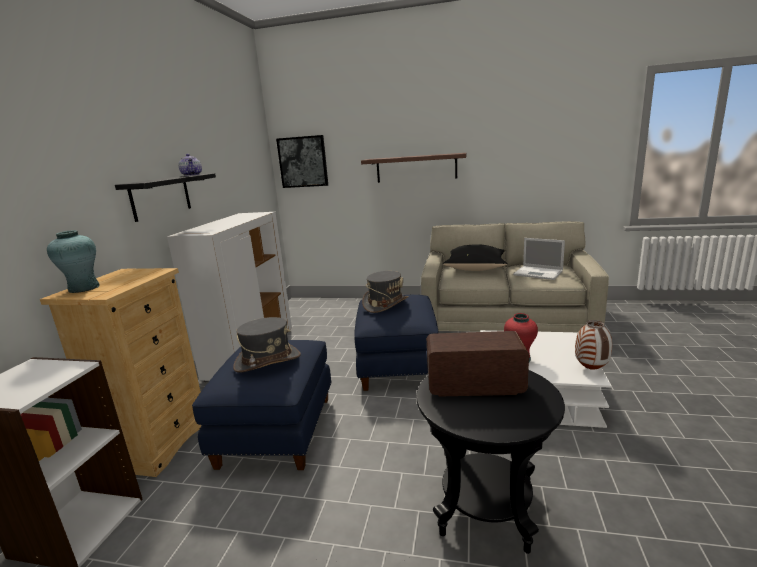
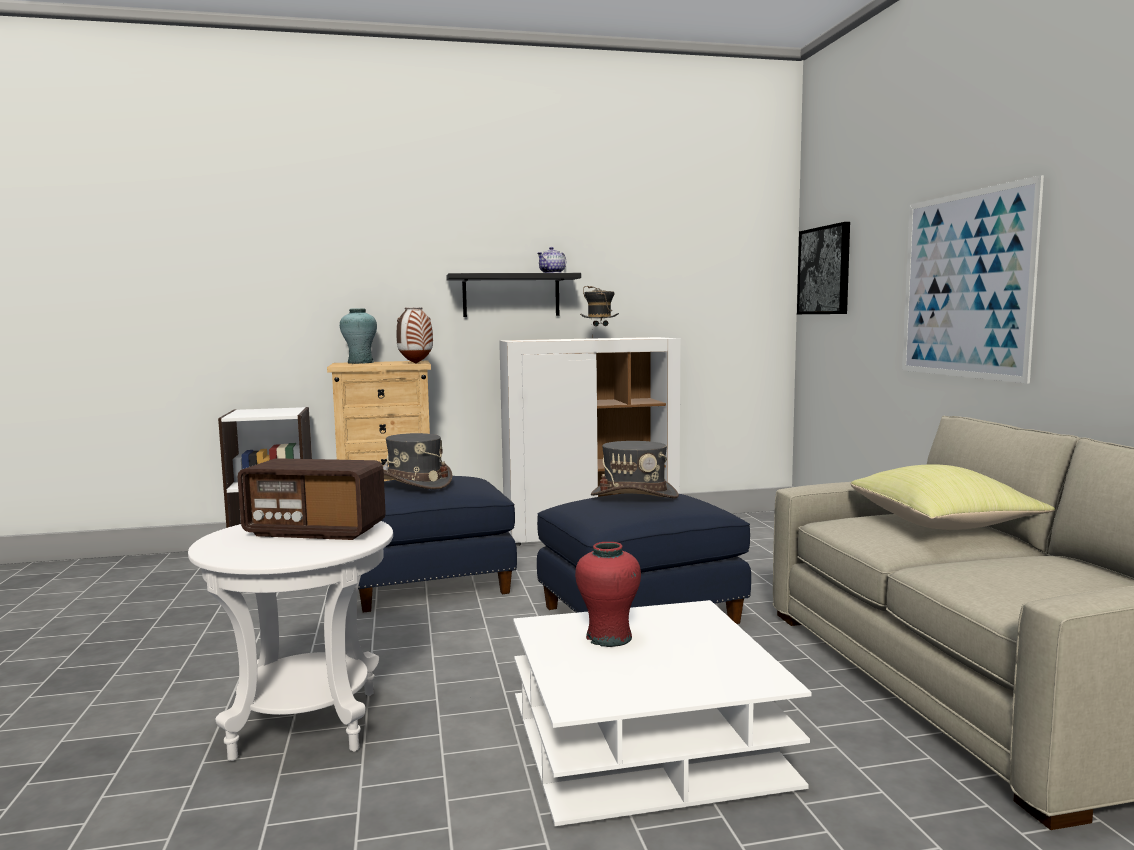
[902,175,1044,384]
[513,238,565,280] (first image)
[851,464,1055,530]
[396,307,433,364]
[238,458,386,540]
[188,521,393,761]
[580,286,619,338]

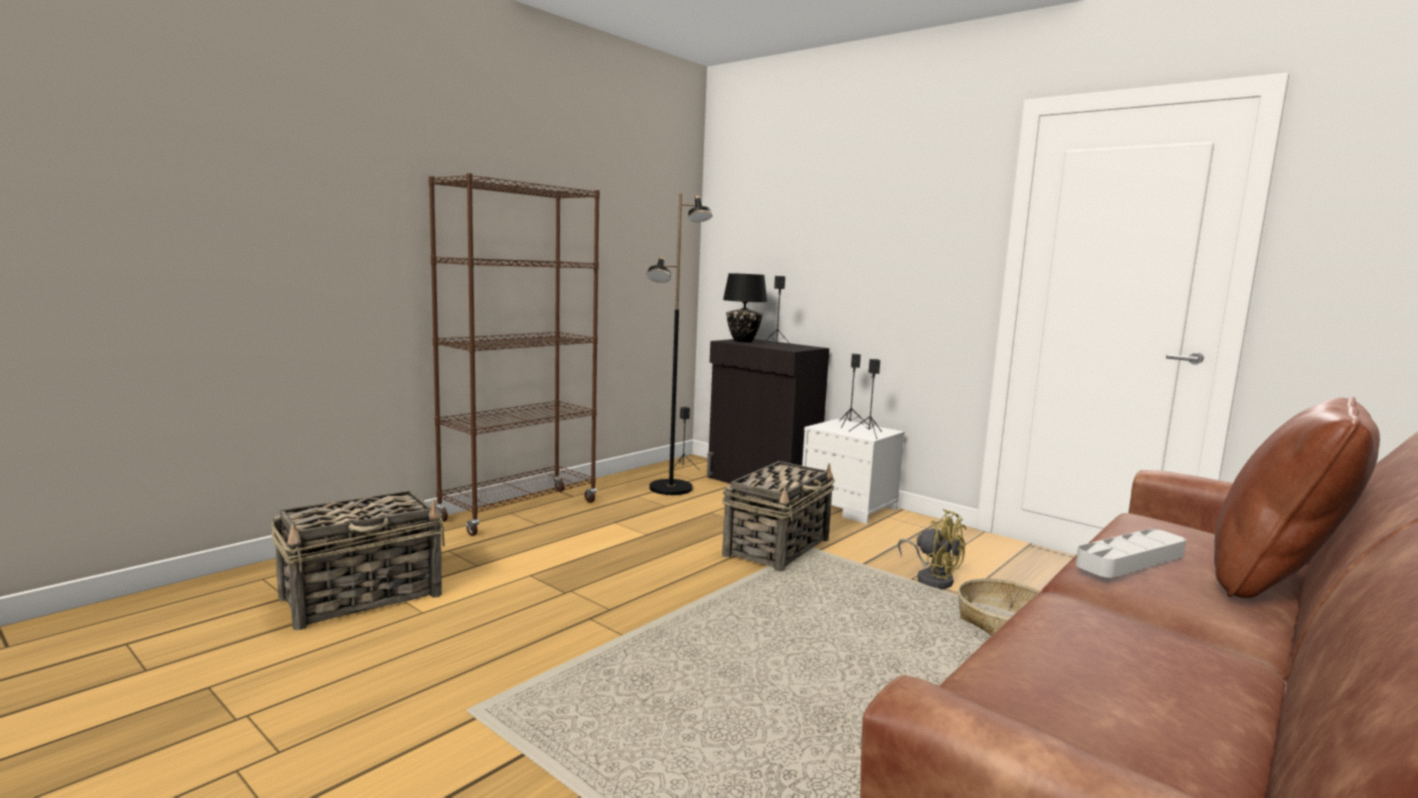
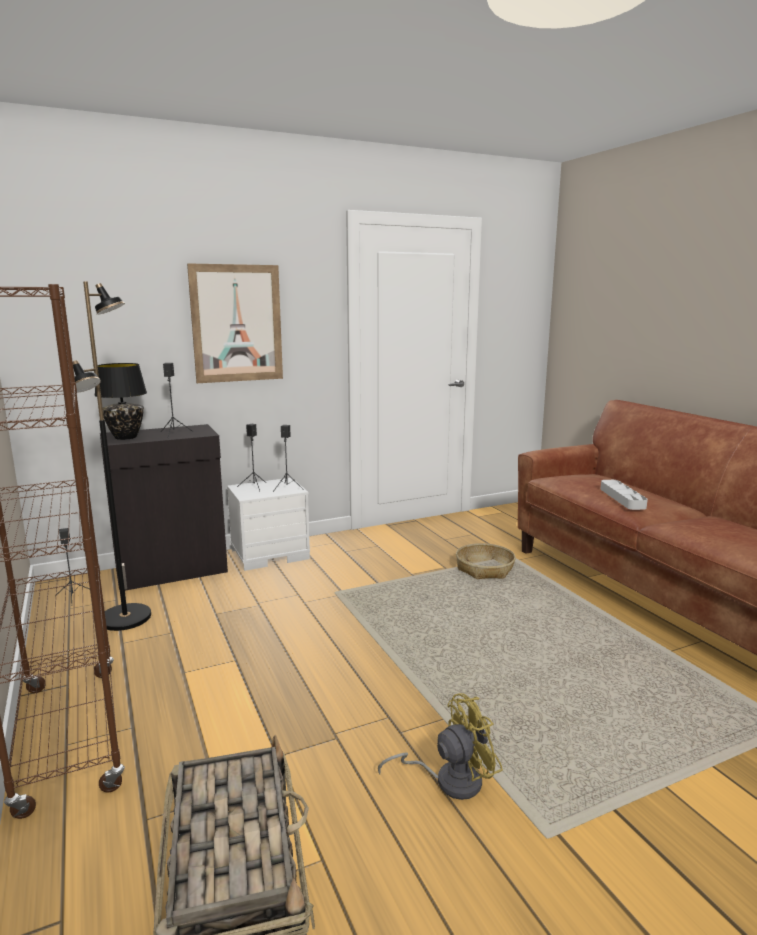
[1214,397,1380,598] (first image)
[722,461,835,571] (first image)
[378,693,503,800]
[187,263,283,383]

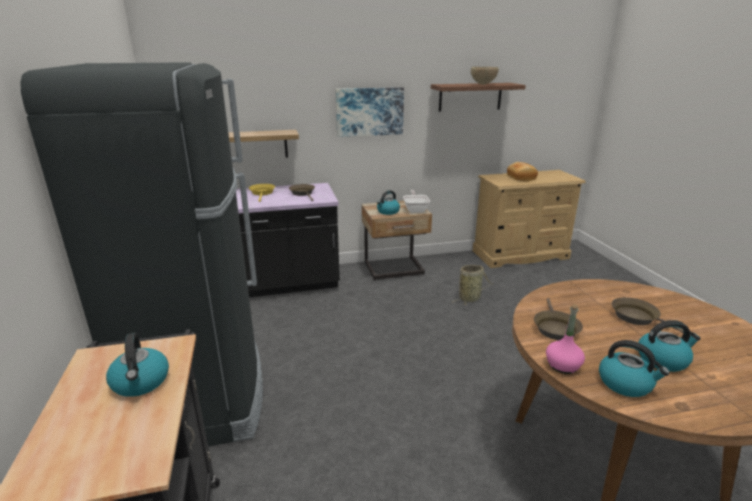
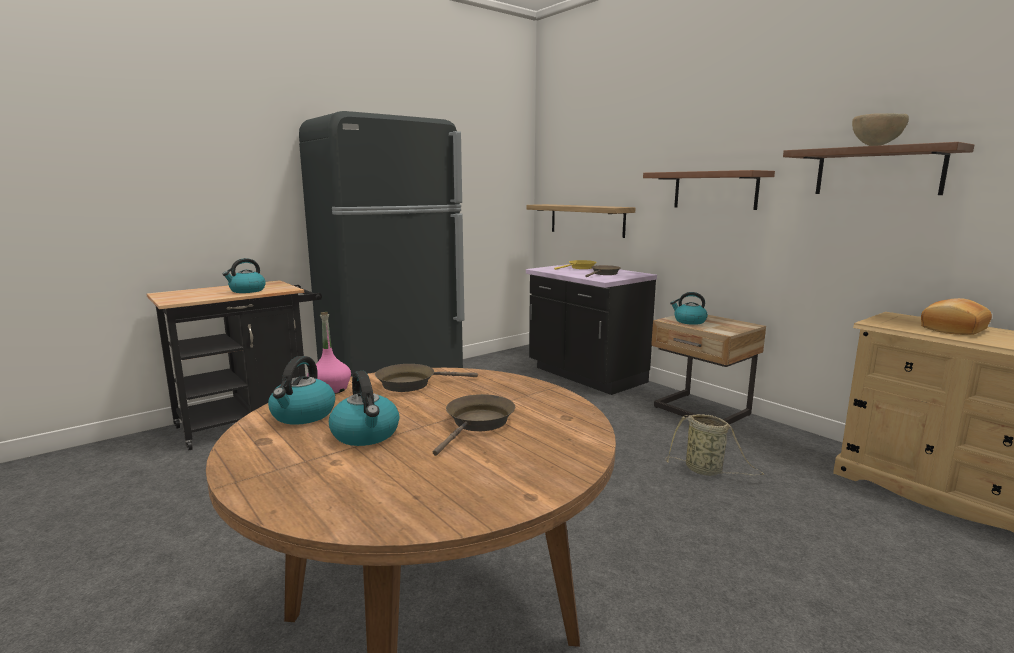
[643,170,775,210]
[403,190,430,213] (first image)

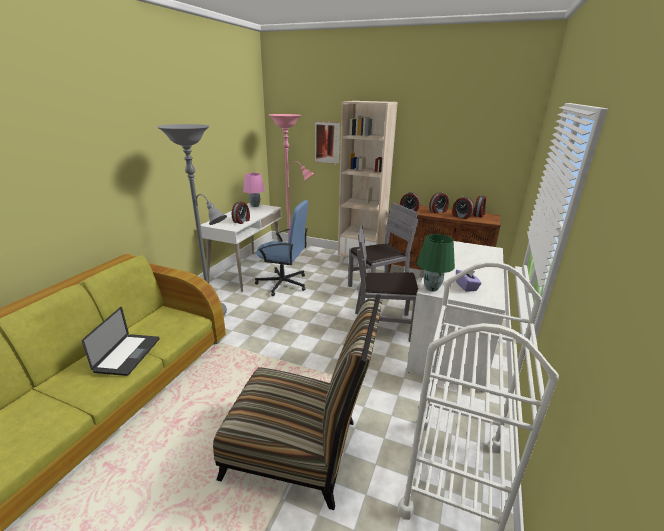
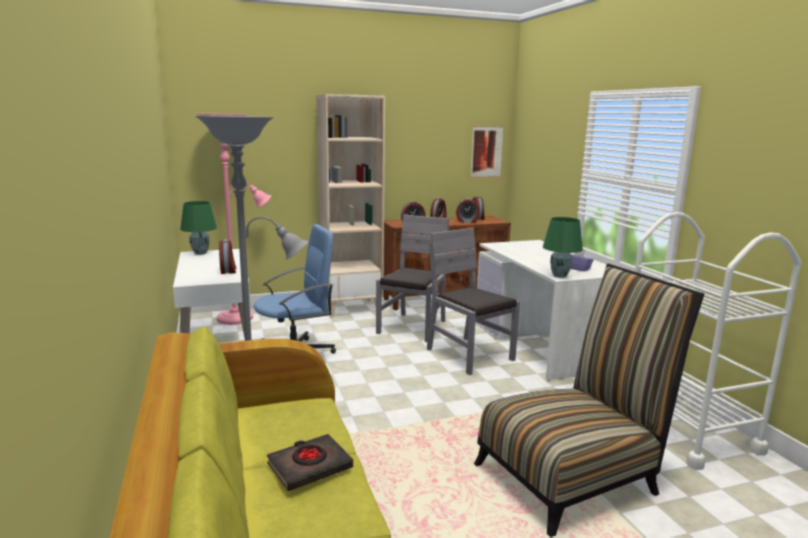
[471,126,504,178]
[180,201,217,255]
[427,228,520,375]
[267,434,353,491]

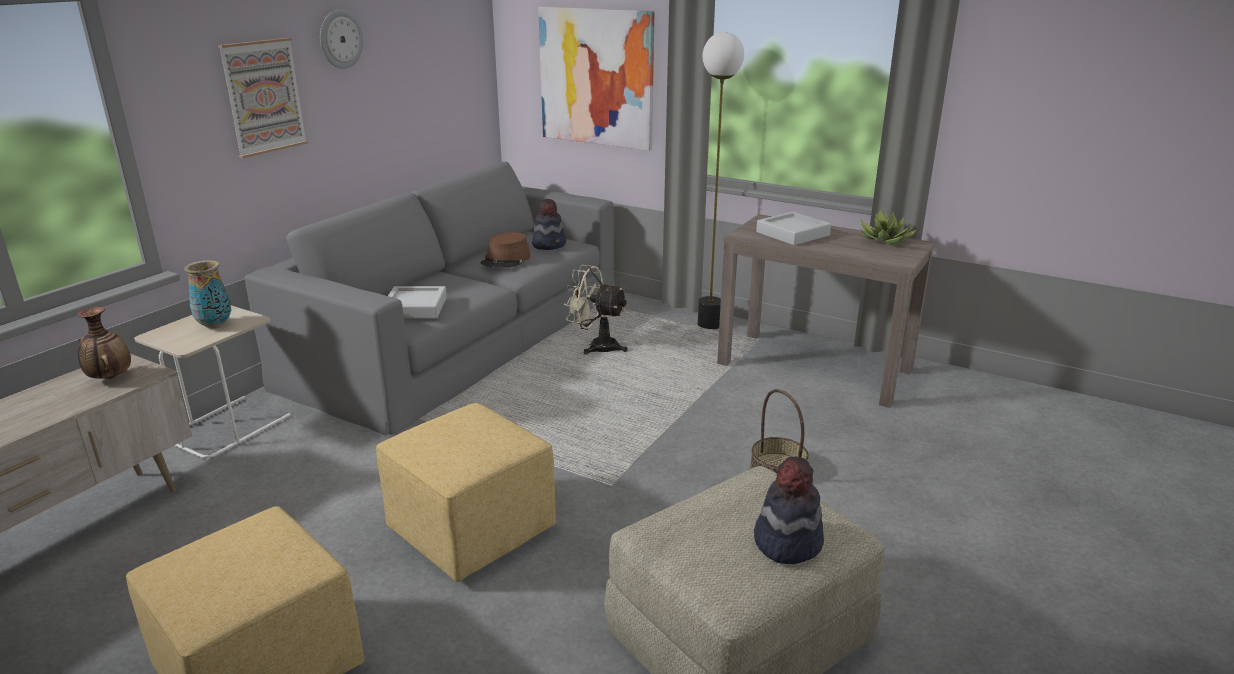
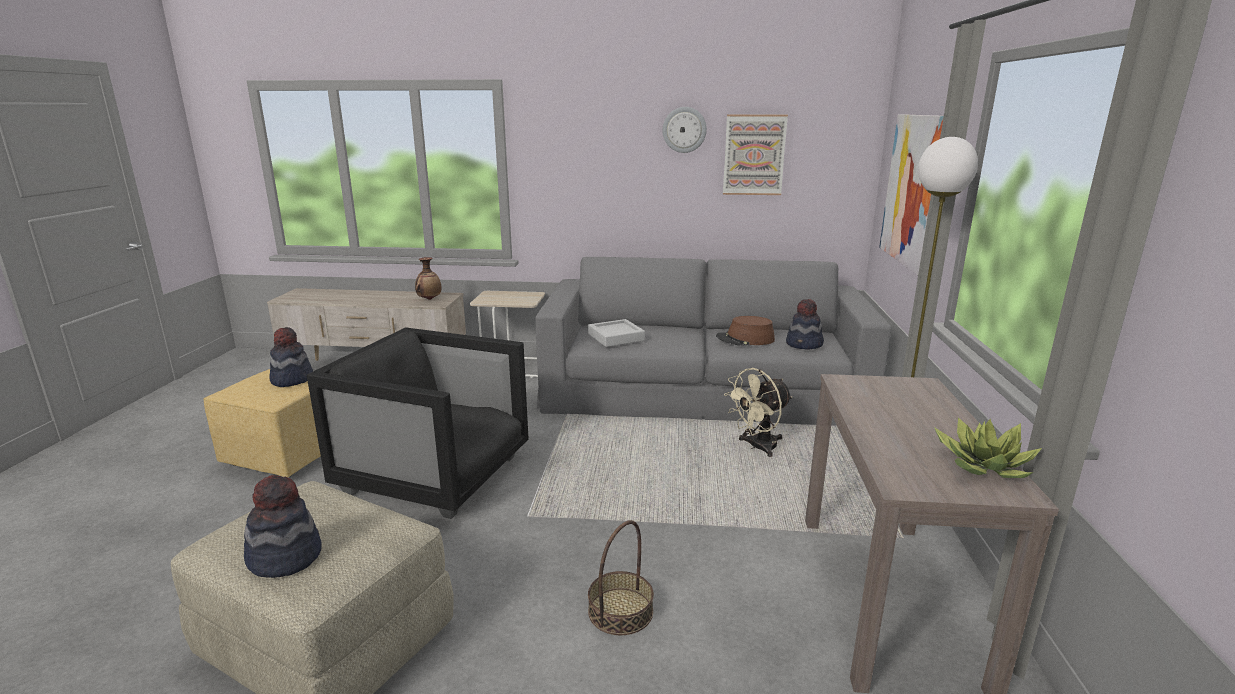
[723,115,788,195]
[756,212,831,245] (first image)
[184,260,231,329] (first image)
[724,368,792,457]
[307,327,529,519]
[269,327,313,387]

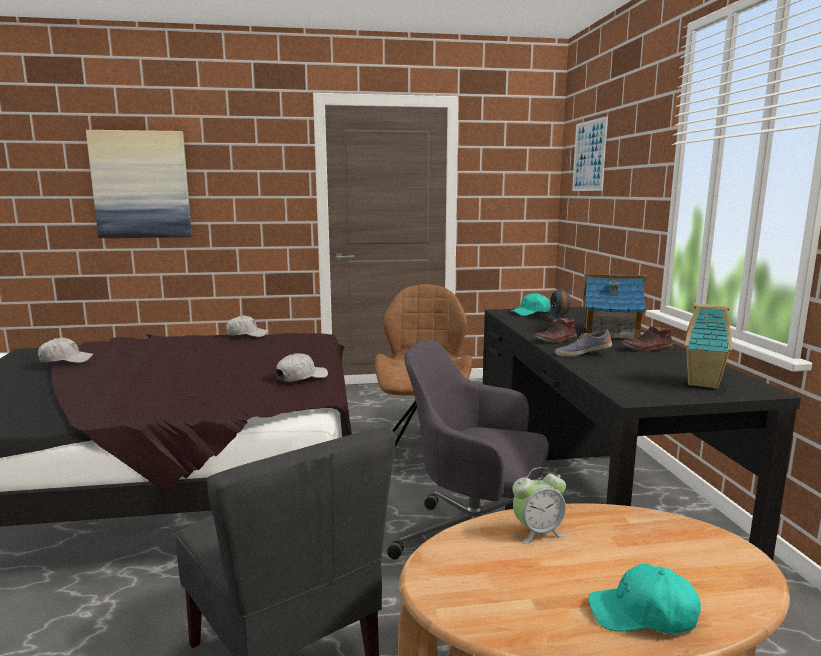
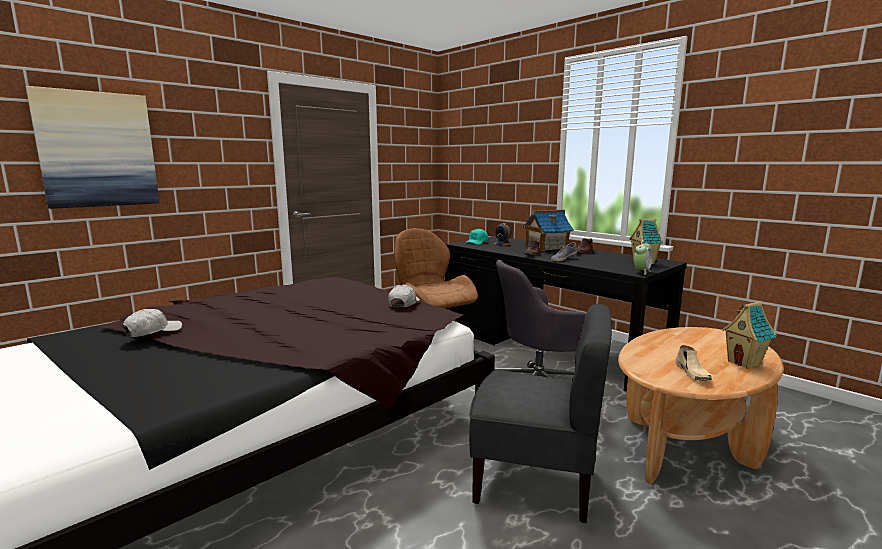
[572,116,608,191] (first image)
[226,315,268,337] (first image)
[634,240,652,275]
[722,301,776,369]
[675,345,712,381]

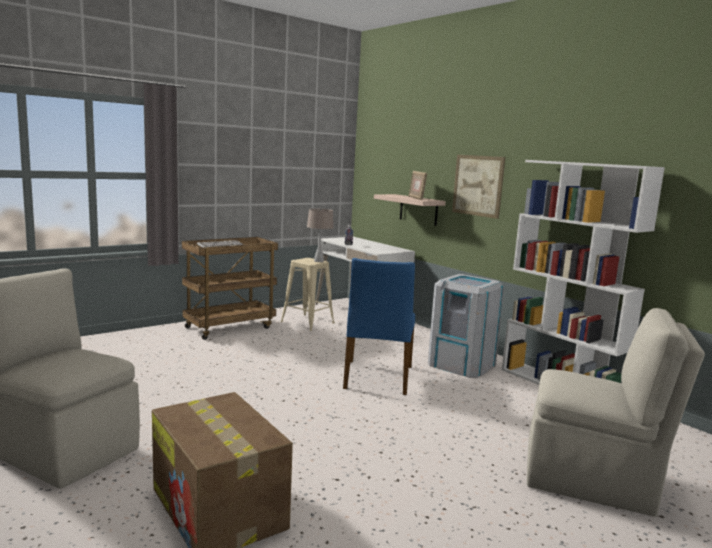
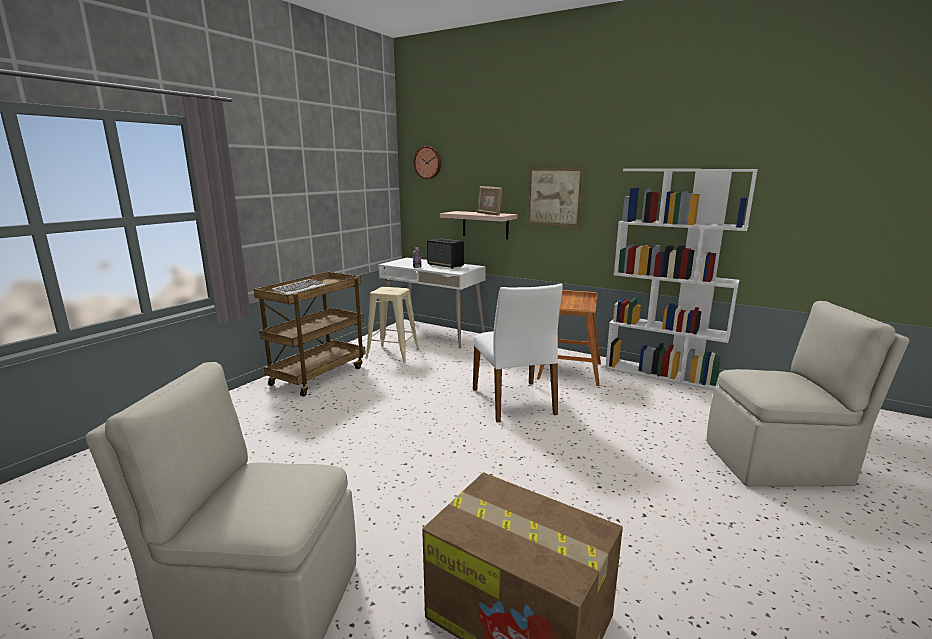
[307,209,334,262] (first image)
[473,284,563,423]
[537,290,601,386]
[414,146,441,179]
[427,238,464,269]

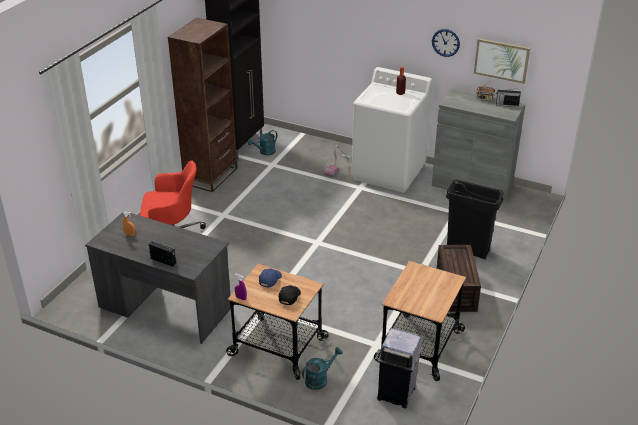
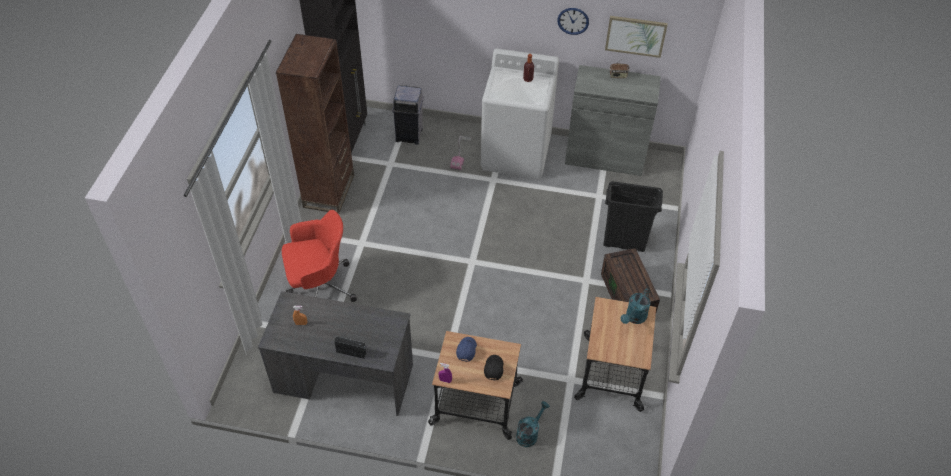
[496,88,521,107] (first image)
[620,288,651,324]
[392,85,424,144]

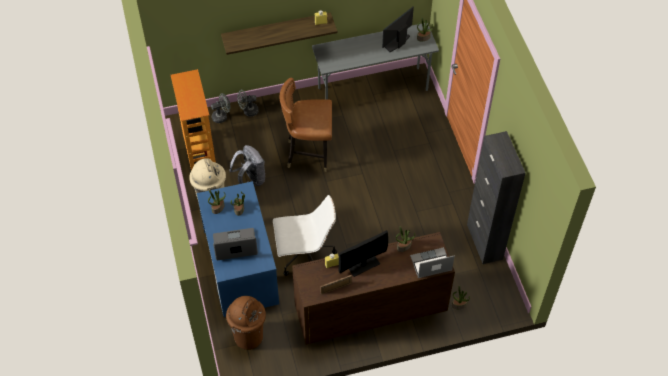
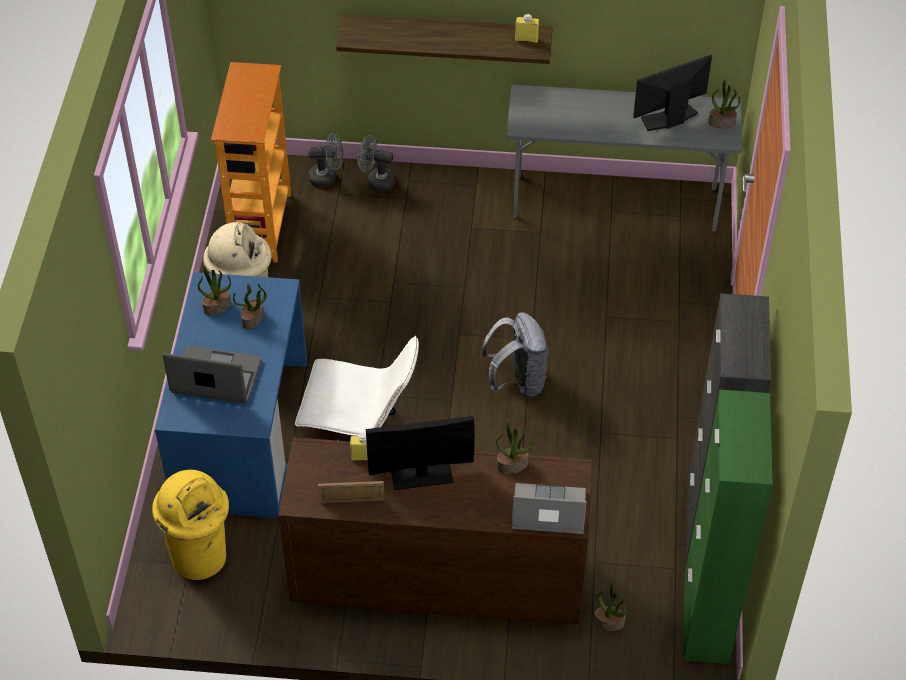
[280,78,332,172] (first image)
[481,312,549,398]
[152,470,229,580]
[684,390,773,664]

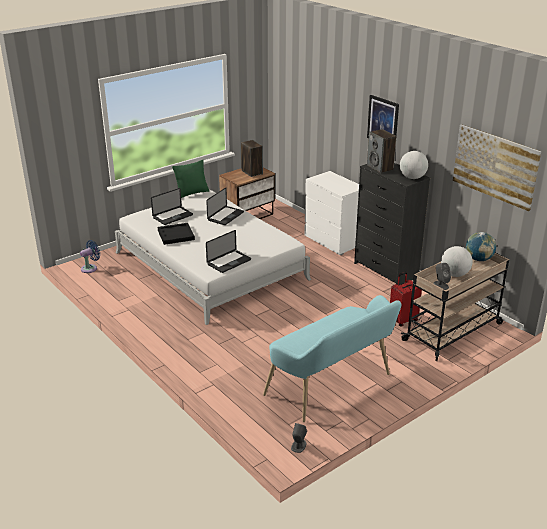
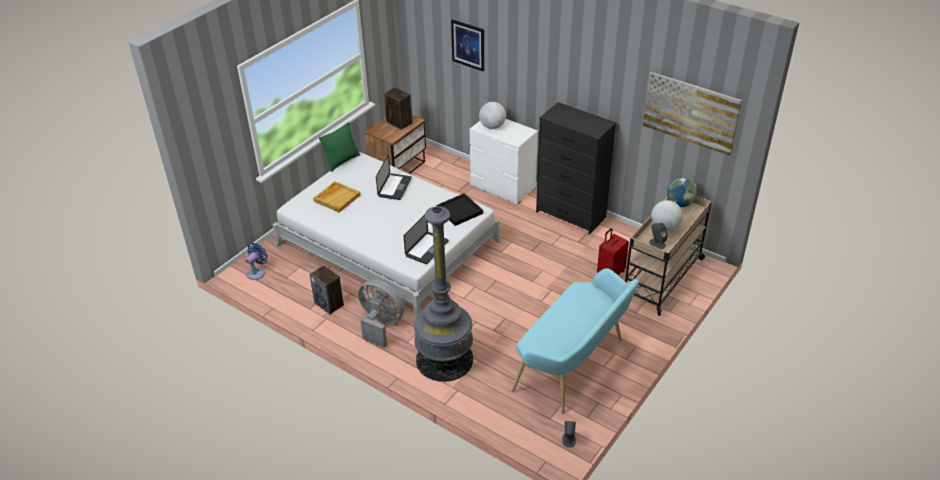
[451,19,484,71]
[309,266,344,315]
[479,102,506,129]
[313,181,361,213]
[436,193,483,226]
[414,206,473,382]
[358,279,405,348]

